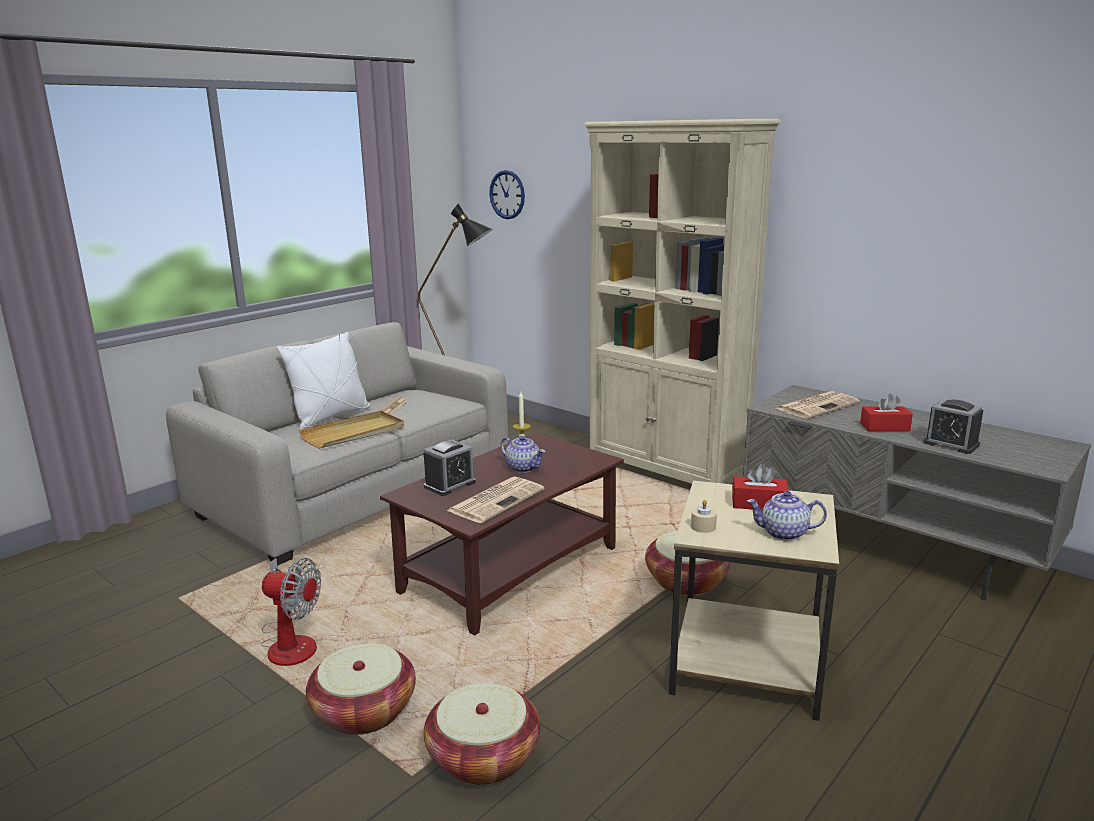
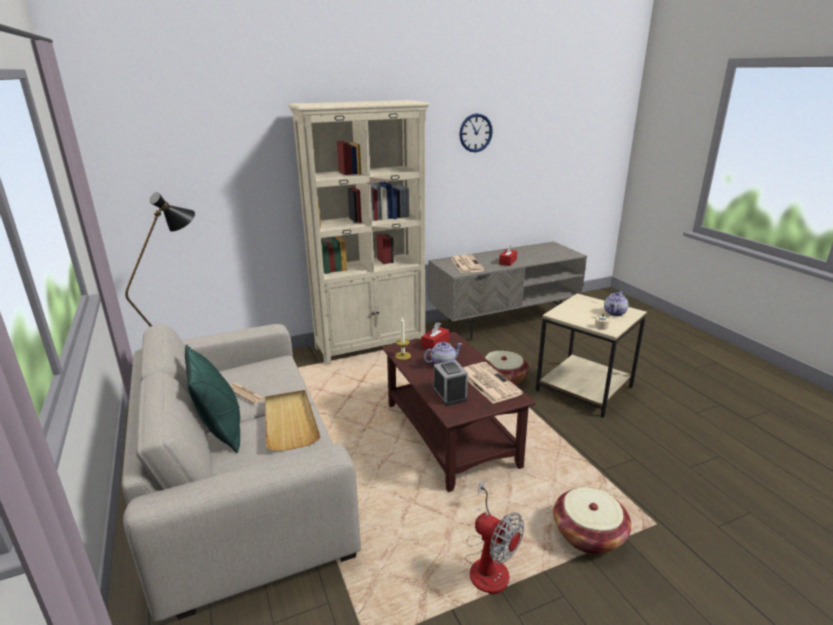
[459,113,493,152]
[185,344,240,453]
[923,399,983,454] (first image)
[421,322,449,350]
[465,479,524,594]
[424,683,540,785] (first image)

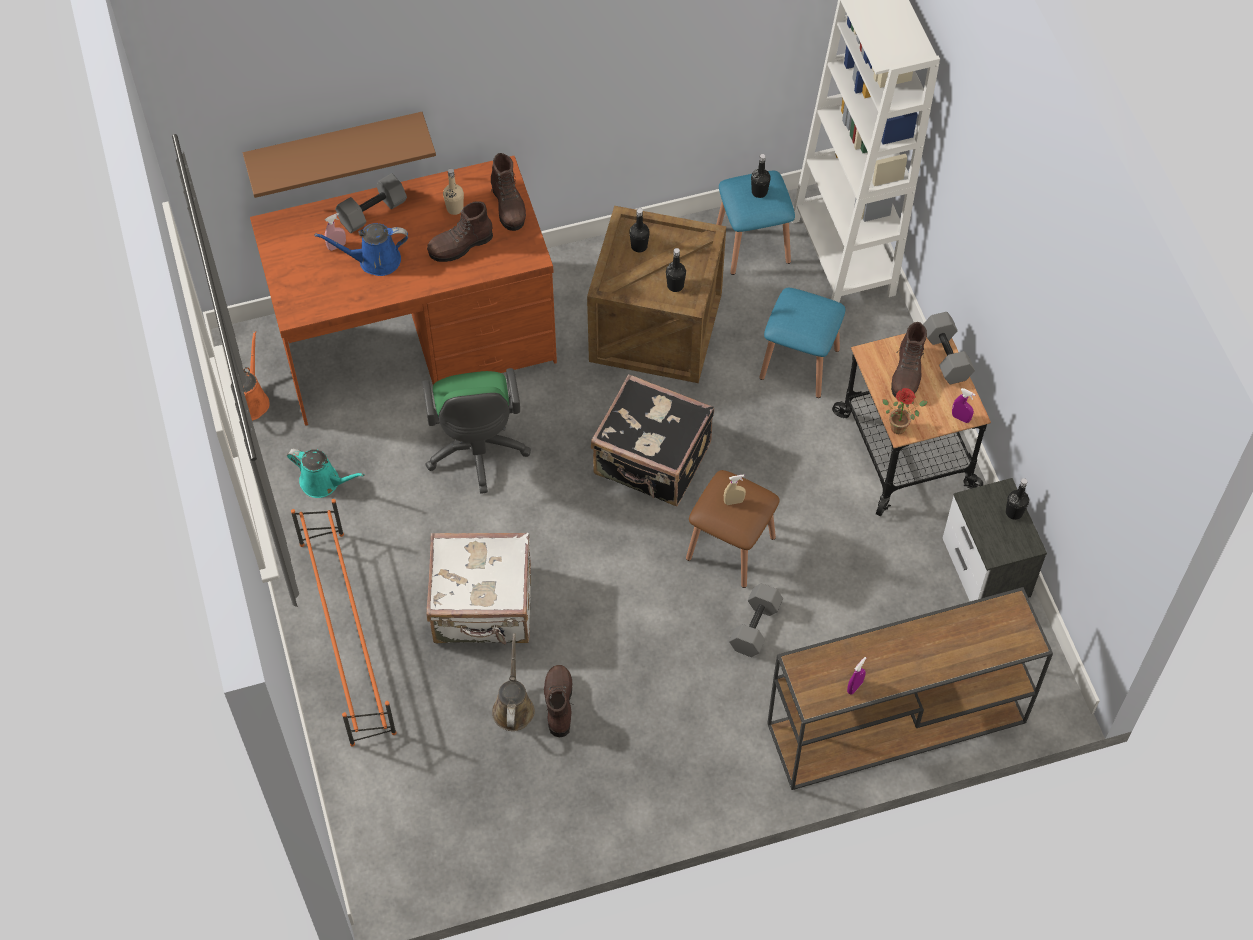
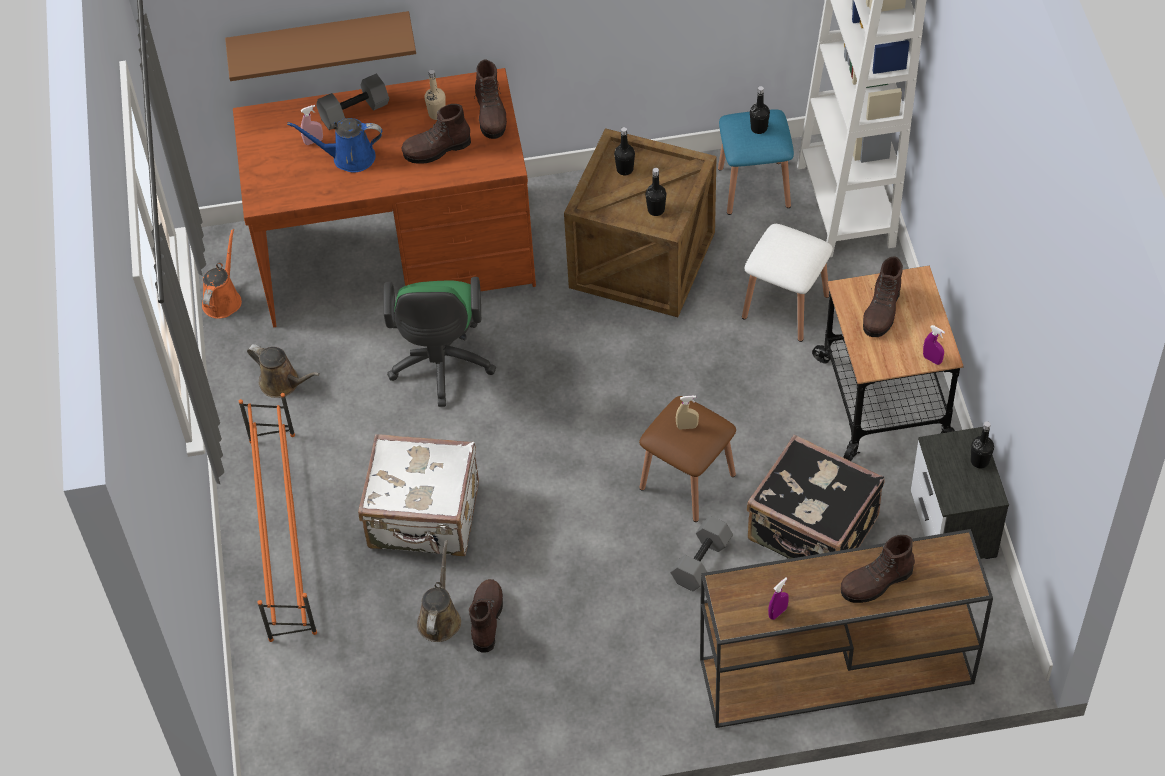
[742,224,833,342]
[923,312,975,384] (first image)
[747,435,885,559]
[883,388,928,434] (first image)
[247,344,320,398]
[841,535,915,603]

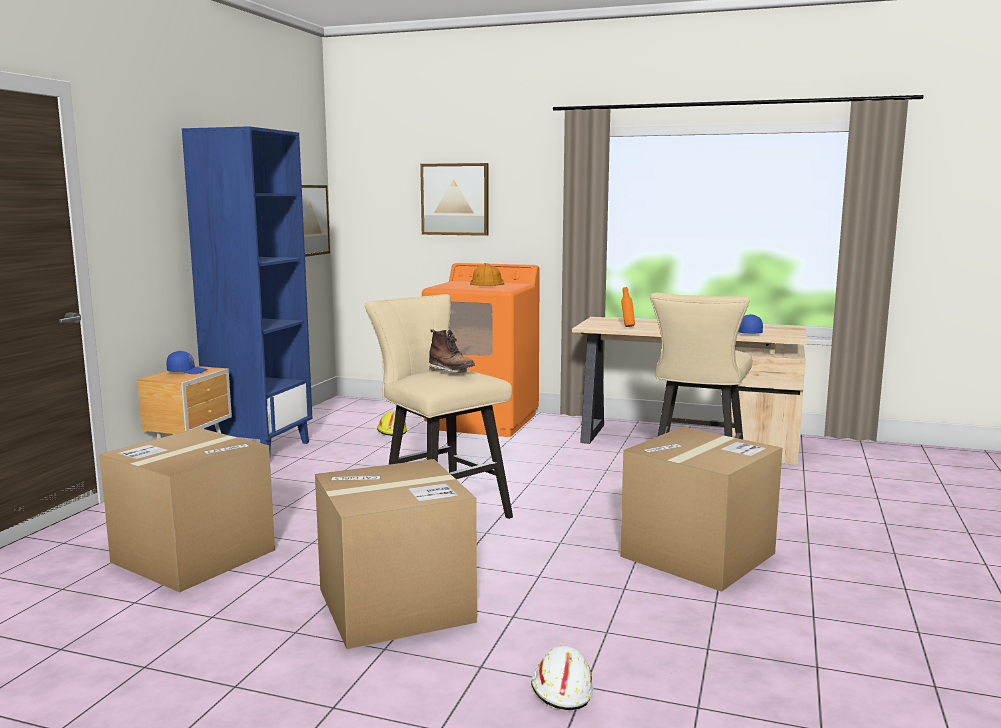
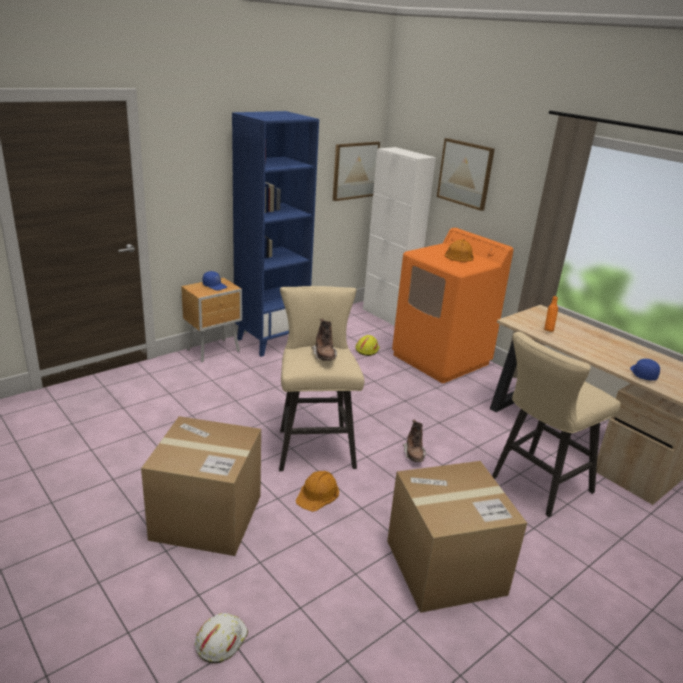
[99,428,275,593] (first image)
[363,147,436,326]
[403,420,426,462]
[296,471,339,512]

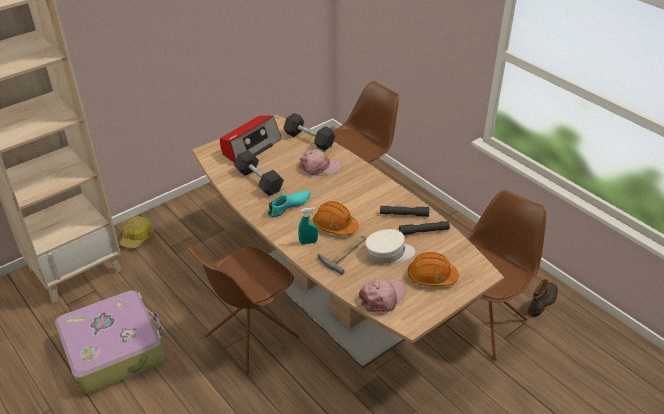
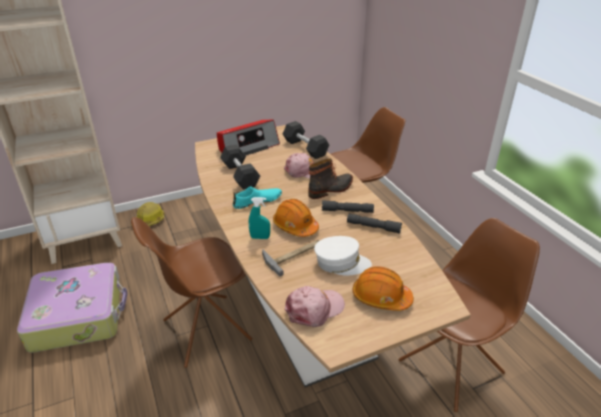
[322,200,374,213]
[308,158,353,199]

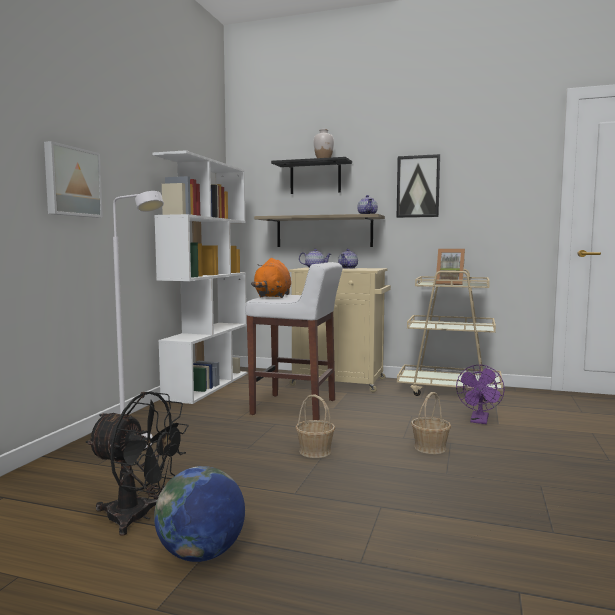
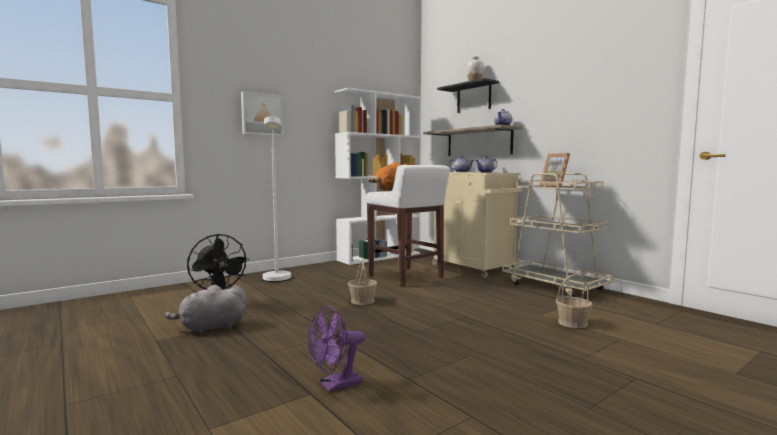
[397,154,440,218] (first image)
[308,305,366,392]
[556,274,593,328]
[164,285,247,334]

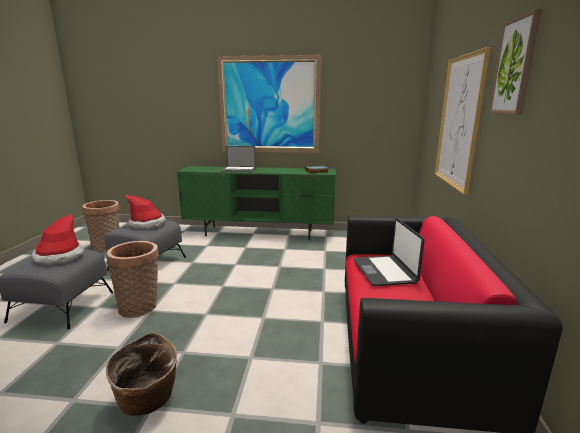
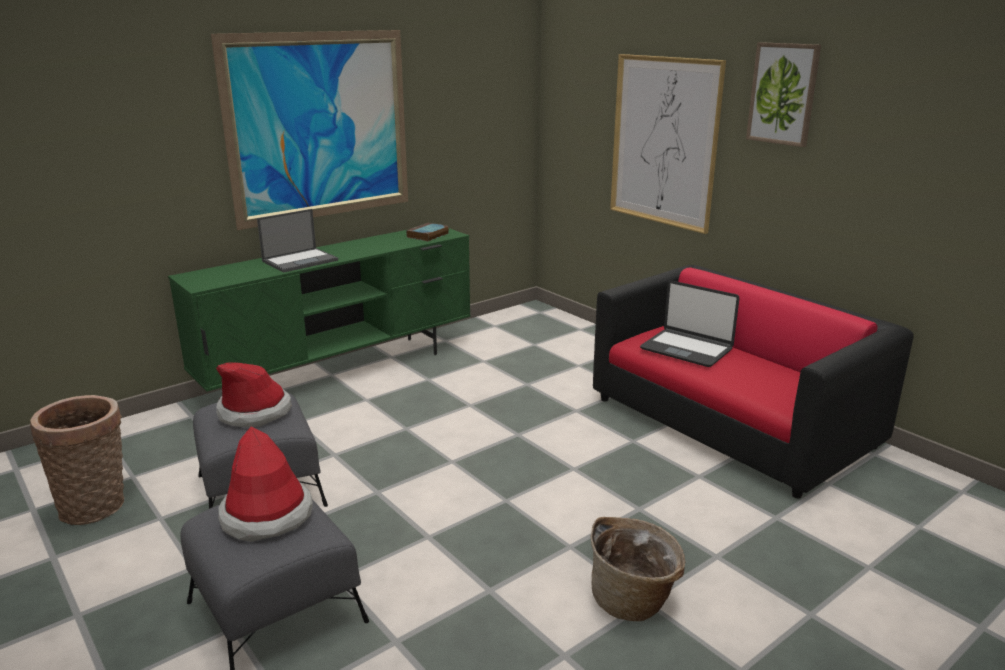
[107,241,159,318] (first image)

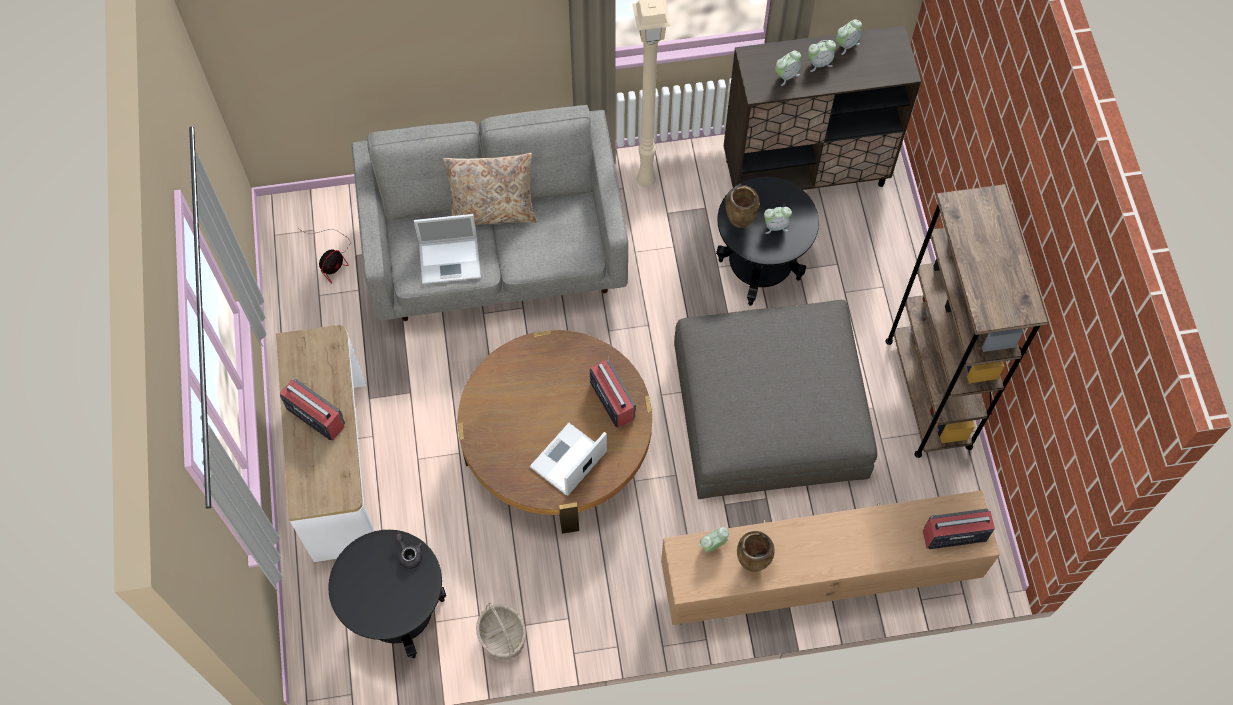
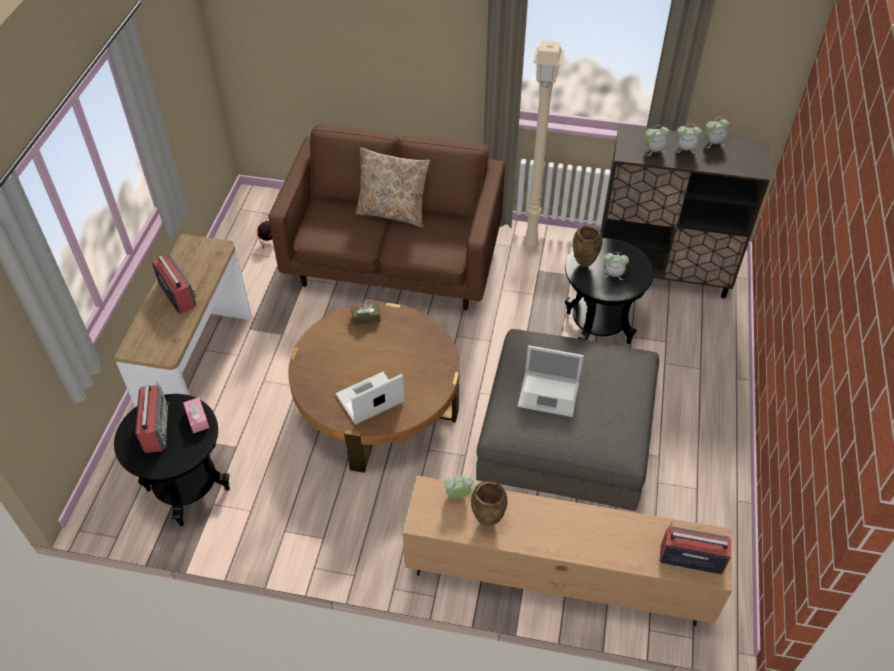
[269,124,505,310]
[885,184,1048,458] (first image)
[518,345,584,417]
[135,381,170,453]
[183,397,210,433]
[476,602,526,660] (first image)
[351,304,381,325]

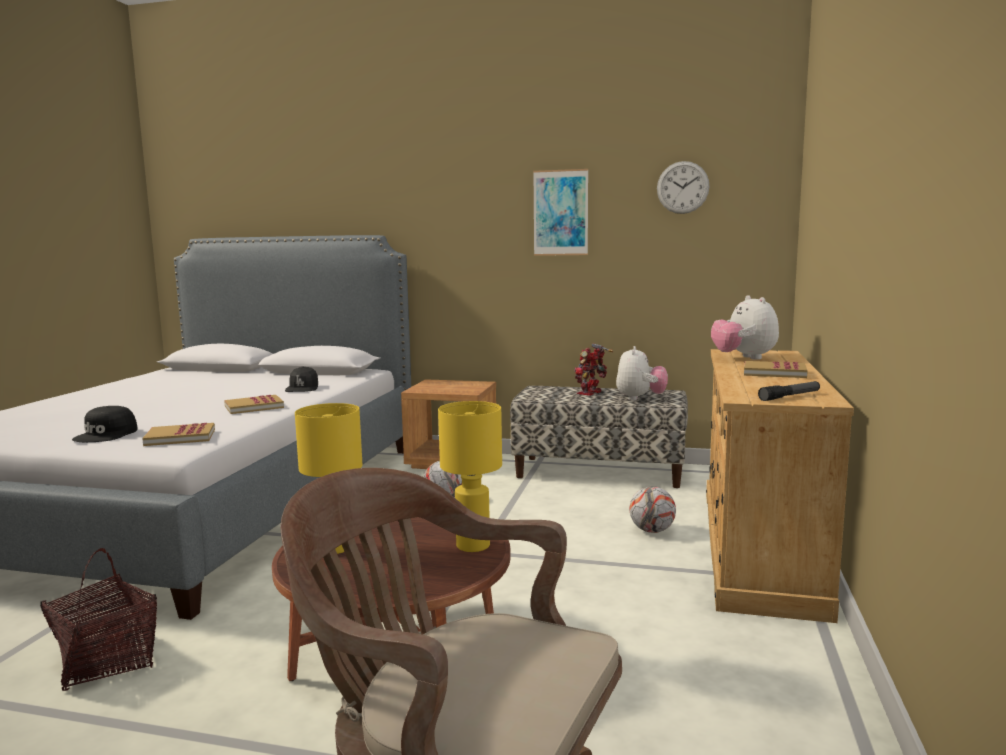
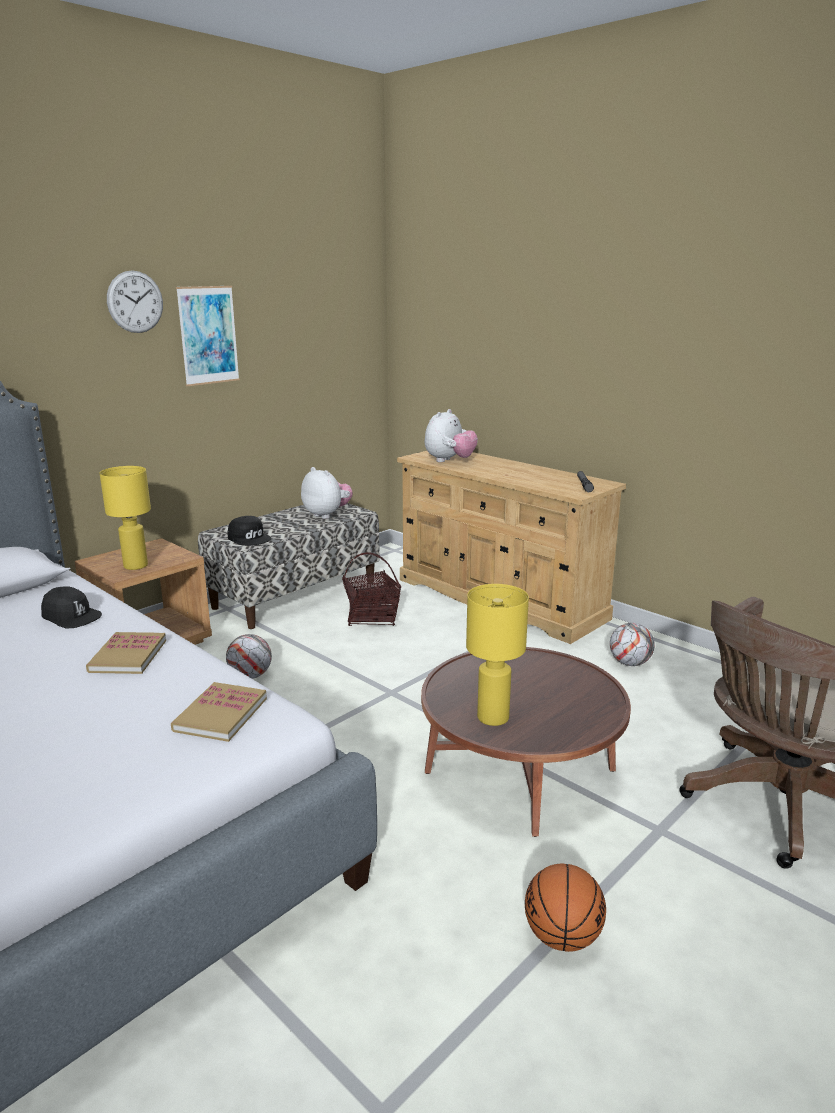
[107,270,163,333]
[425,409,478,462]
[574,343,613,396] (first image)
[744,361,808,378] (first image)
[99,466,151,570]
[228,516,271,546]
[610,623,655,666]
[342,552,401,626]
[525,864,606,952]

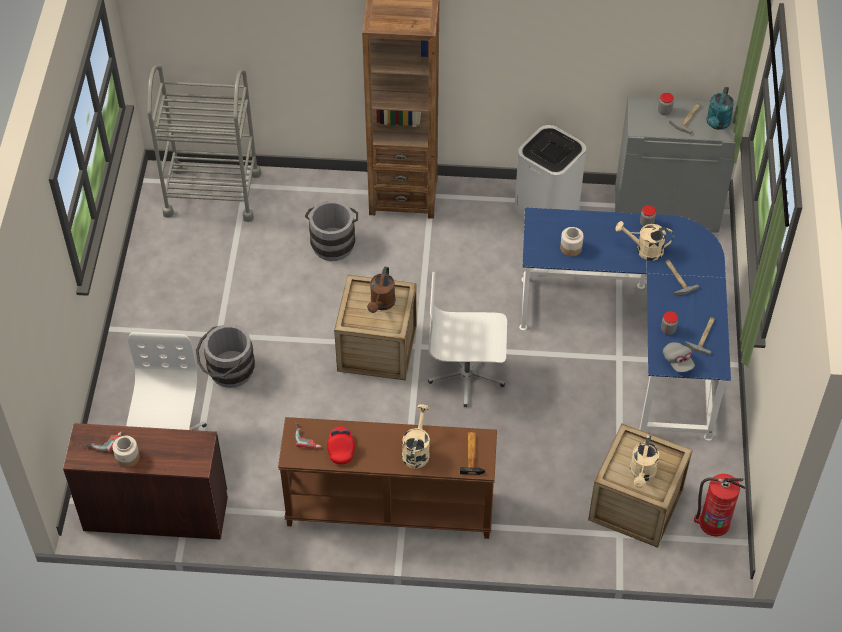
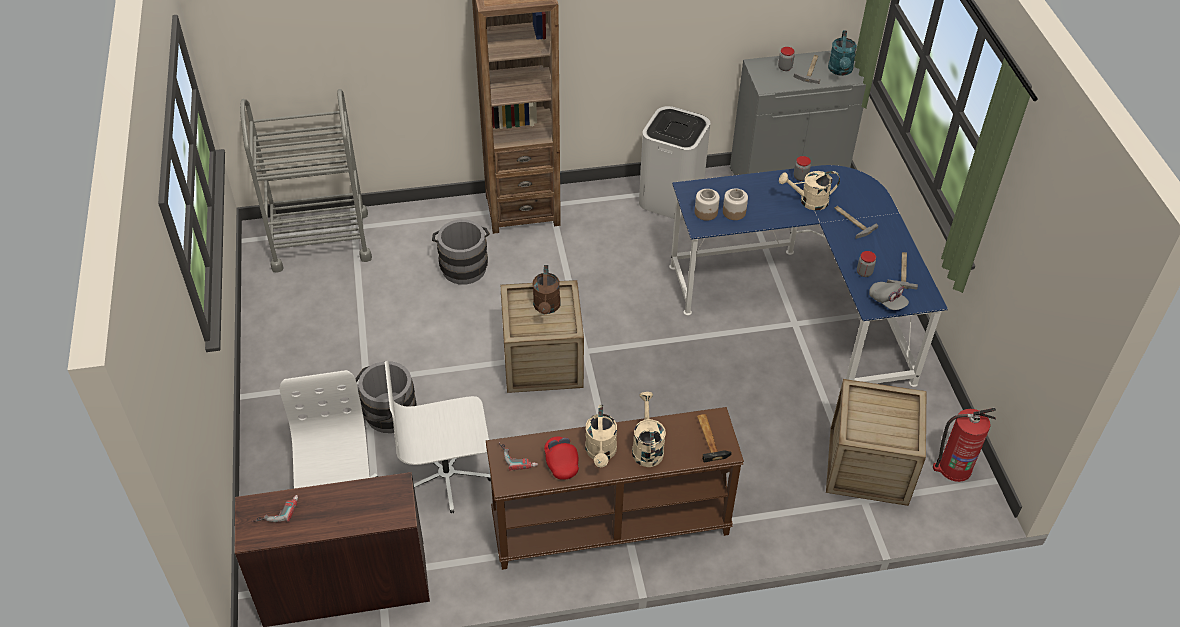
[385,361,491,513]
[585,405,617,467]
[695,189,720,221]

